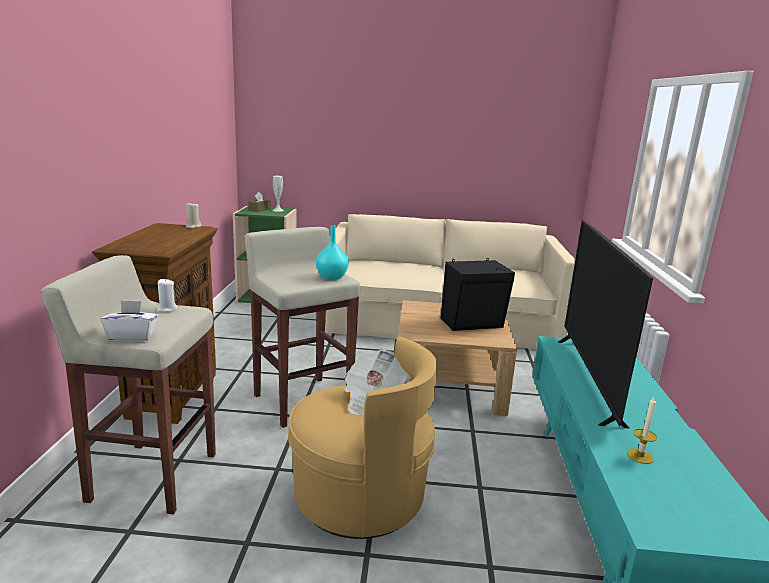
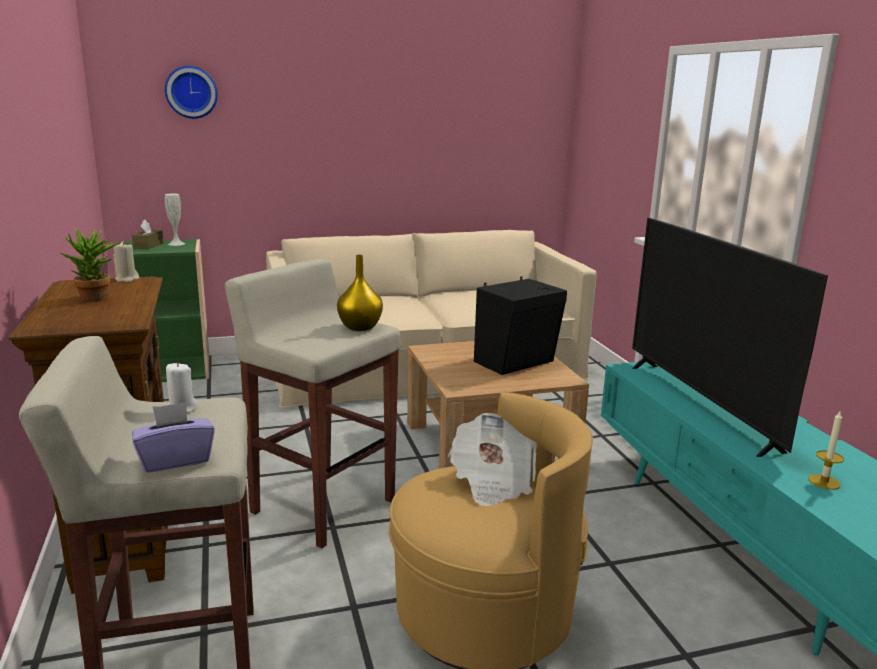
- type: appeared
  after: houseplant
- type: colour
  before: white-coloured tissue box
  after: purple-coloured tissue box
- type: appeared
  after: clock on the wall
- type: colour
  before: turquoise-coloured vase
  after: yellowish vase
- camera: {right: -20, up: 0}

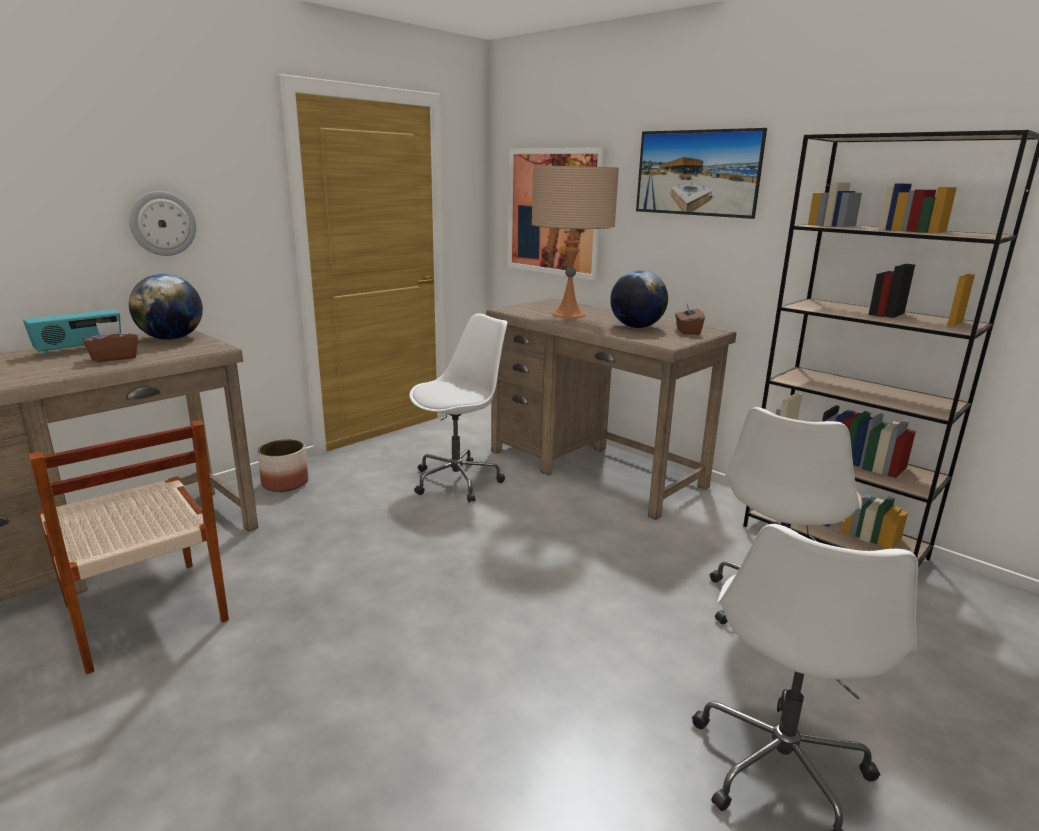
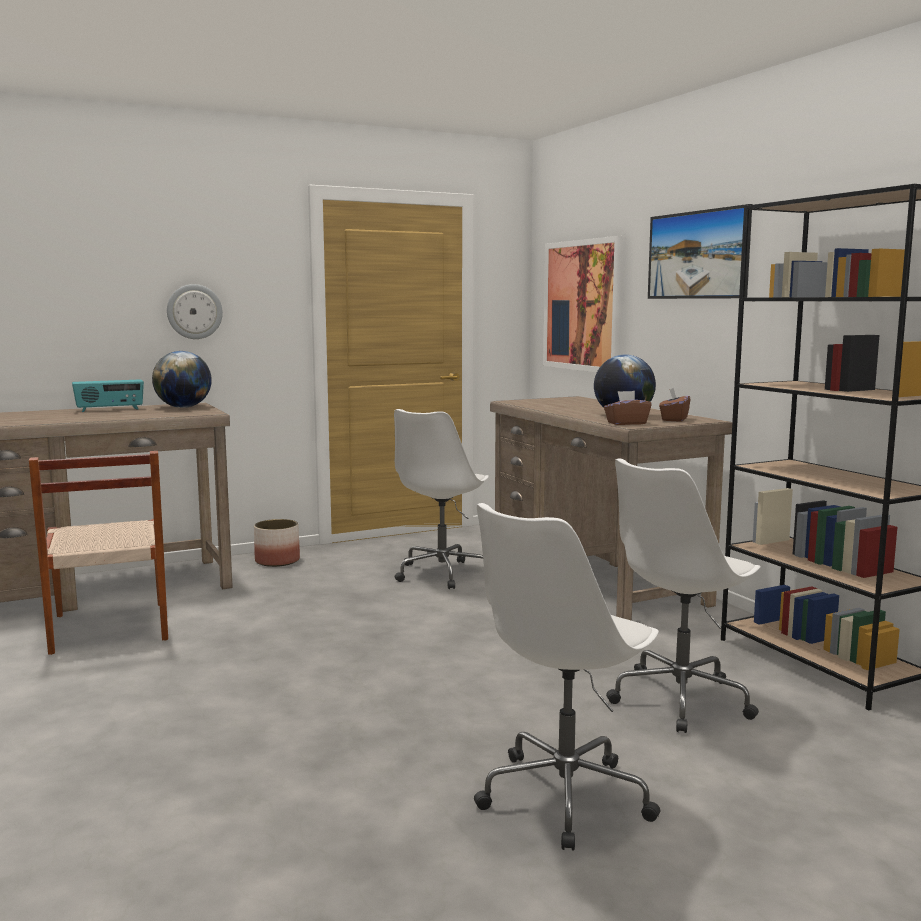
- type: spun
  before: white-coloured computer chair (no. 1 from left)
  turn: 135
- type: relocated
  before: brown tissue box (no. 1 from left)
- type: missing
  before: sand-coloured tabletop lamp
- camera: {right: 20, up: -10}

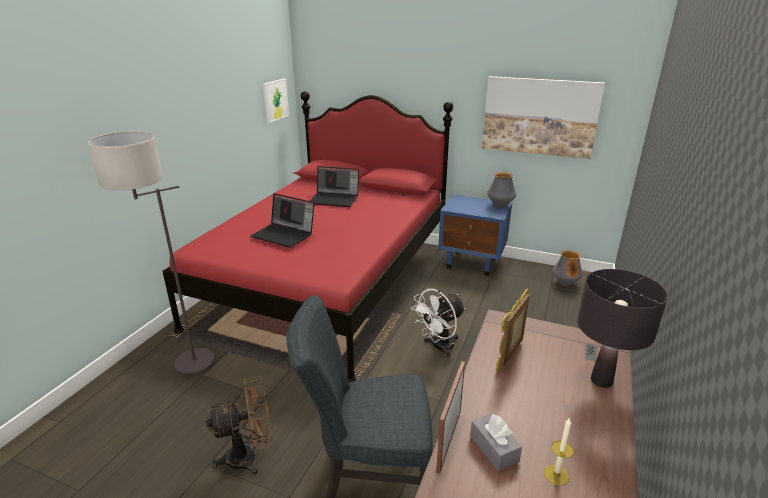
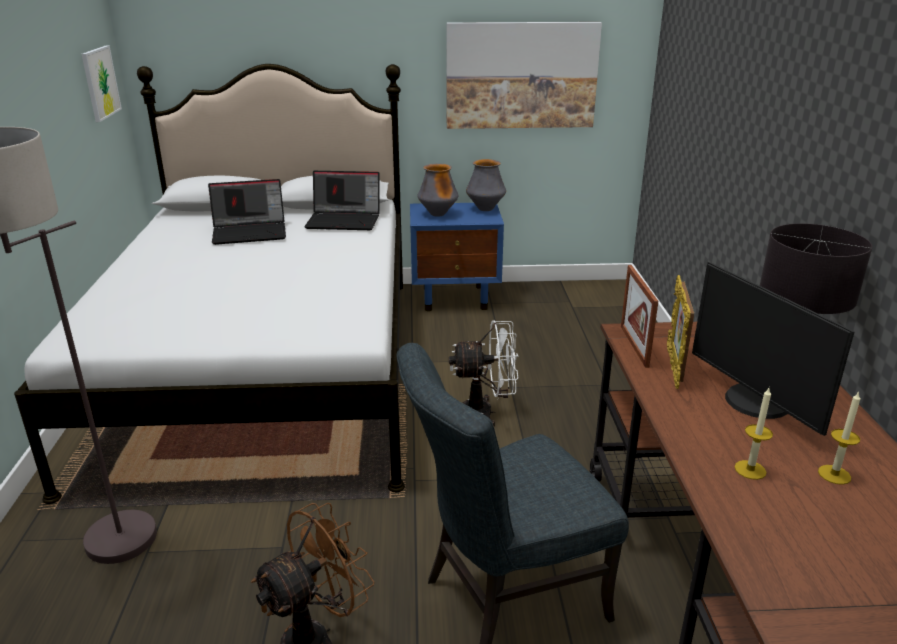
- type: colour
  before: red-coloured bed
  after: white-coloured bed
- type: relocated
  before: portable computer (no. 1 from left in the first image)
  after: portable computer (no. 2 from left)
- type: relocated
  before: vase (no. 2 from left in the first image)
  after: vase (no. 1 from left)
- type: spun
  before: white-coloured cooling fan
  turn: -120
- type: relocated
  before: picture frame (no. 1 from left)
- type: appeared
  after: monitor
- type: exchanged
  before: grey tissue box
  after: wax candle (no. 1 from left)
- camera: {right: -25, up: 0}

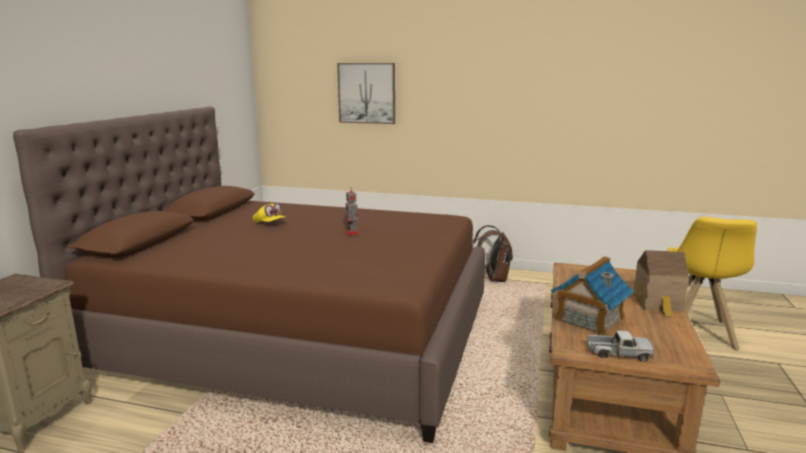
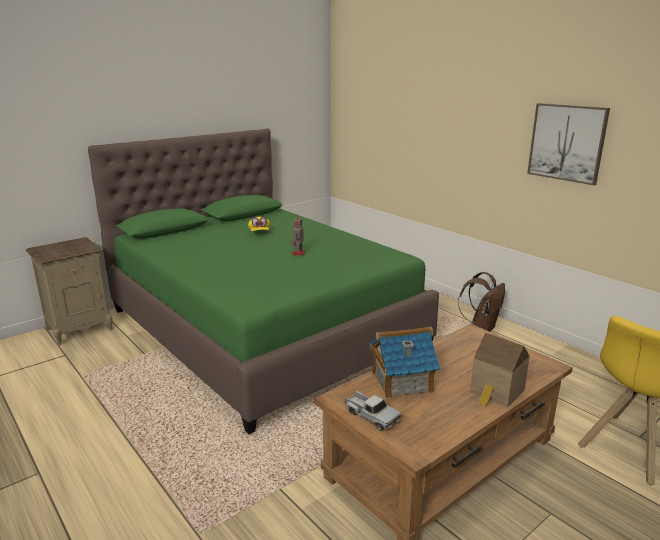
- type: colour
  before: brown bed
  after: green-coloured bed
- type: relocated
  before: wall picture
- camera: {right: 35, up: 5}

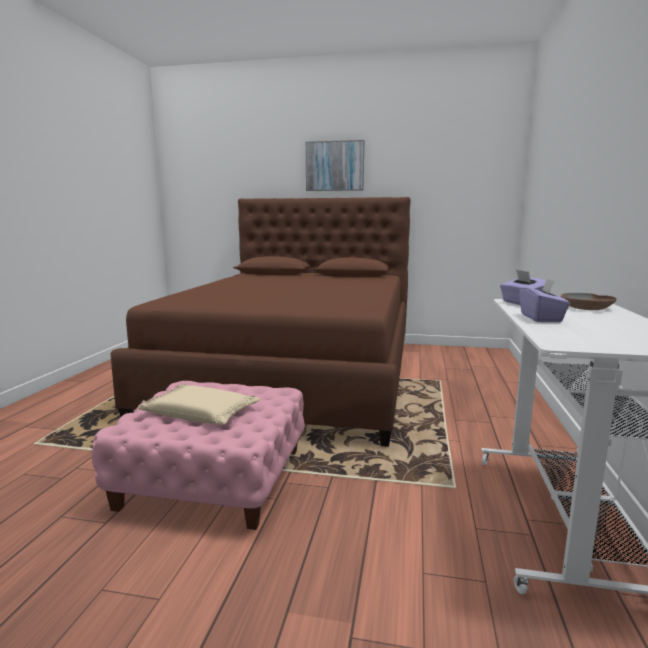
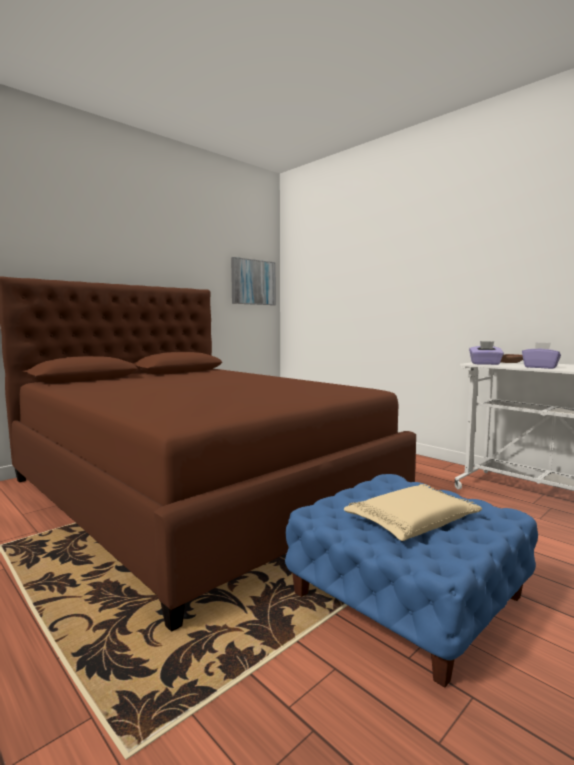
- type: relocated
  before: wall picture
- type: colour
  before: pink-coloured ottoman
  after: blue ottoman
- camera: {right: -55, up: -5}

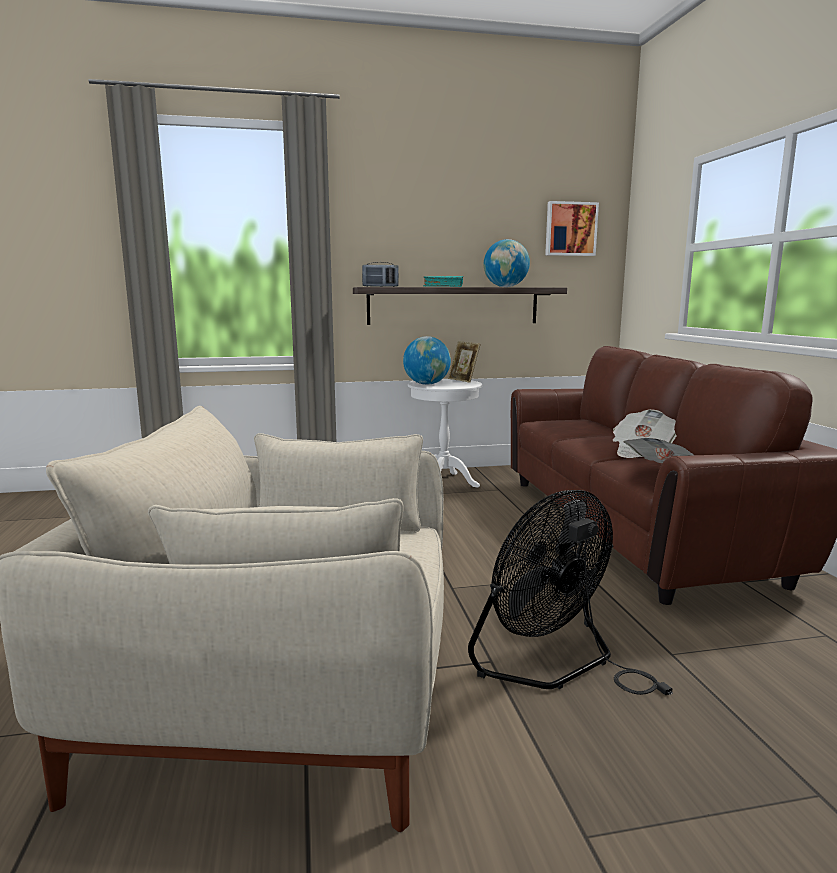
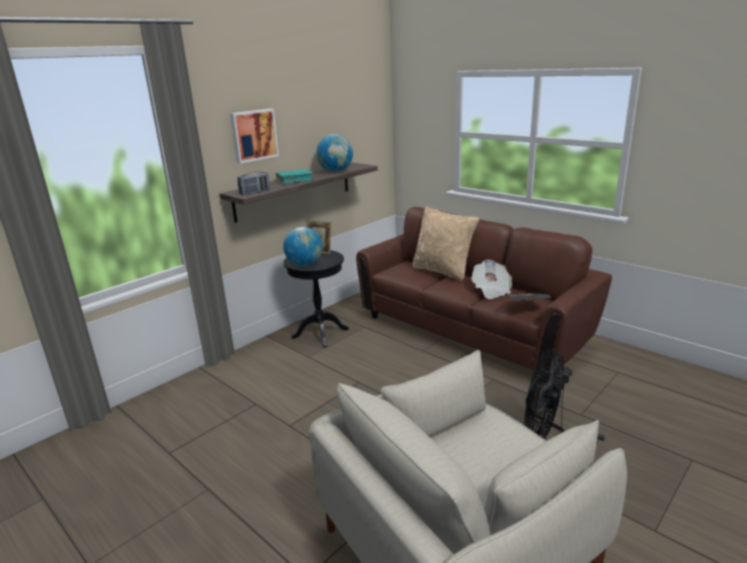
- type: relocated
  before: wall picture
- type: colour
  before: white-coloured end table
  after: black end table
- type: appeared
  after: sand-coloured throw pillow
- camera: {right: -35, up: 10}

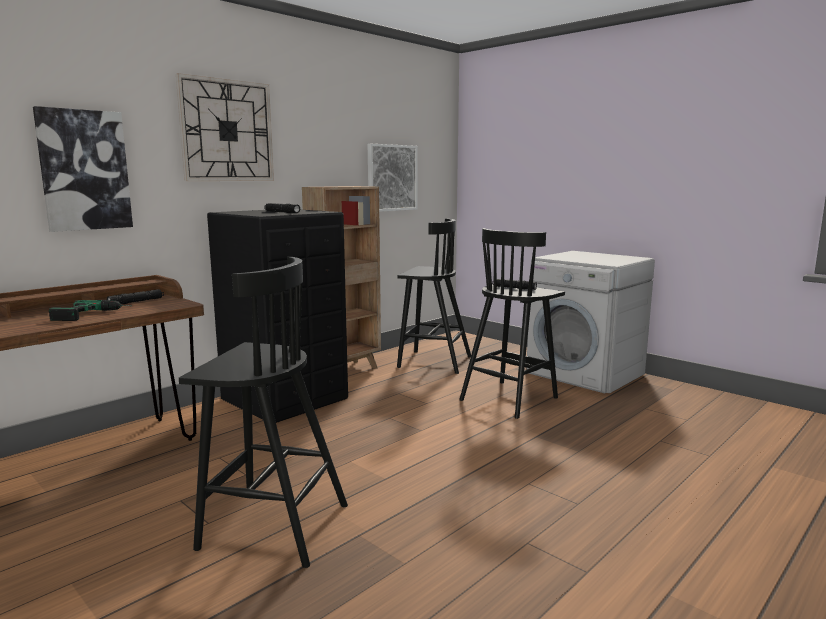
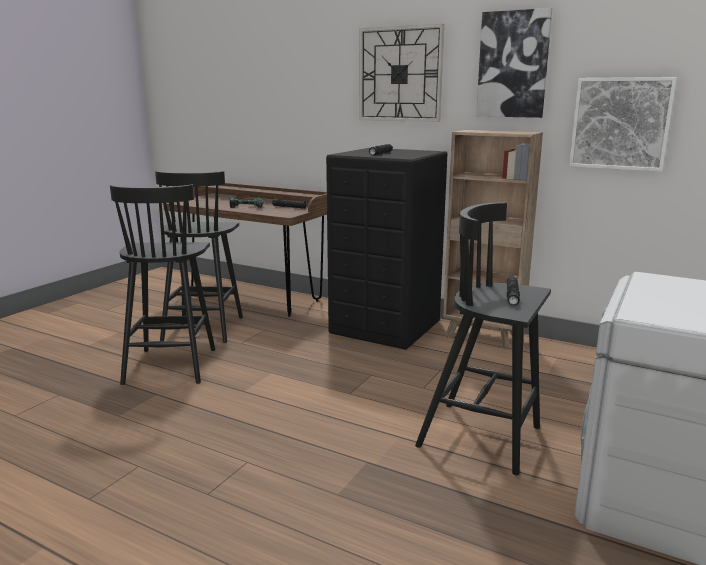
- type: relocated
  before: black sitting stool (no. 2 from left)
- type: relocated
  before: wall picture (no. 1 from left)
- camera: {right: 75, up: 5}

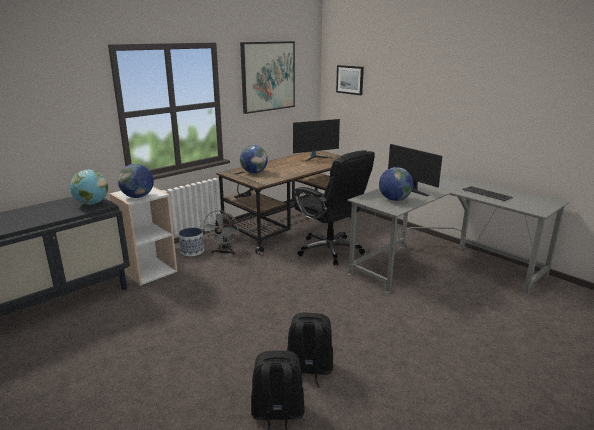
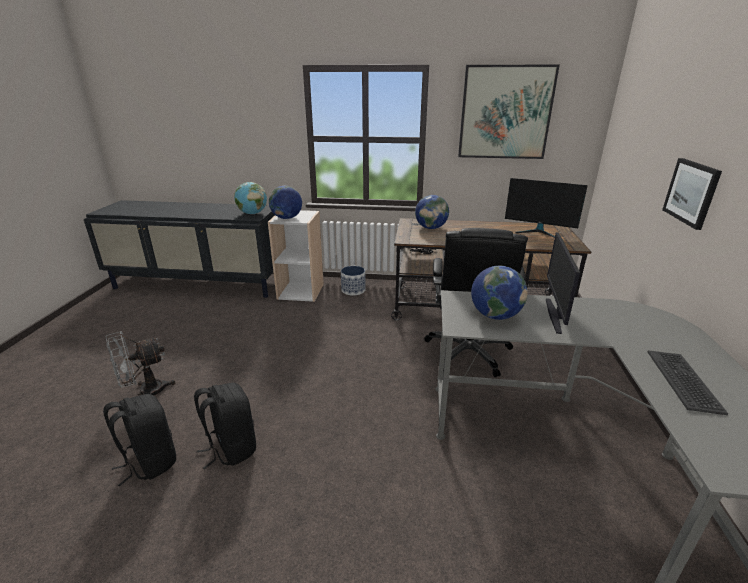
- type: relocated
  before: grey cooling fan
- type: relocated
  before: wall picture (no. 2 from left)
- camera: {right: 50, up: 5}

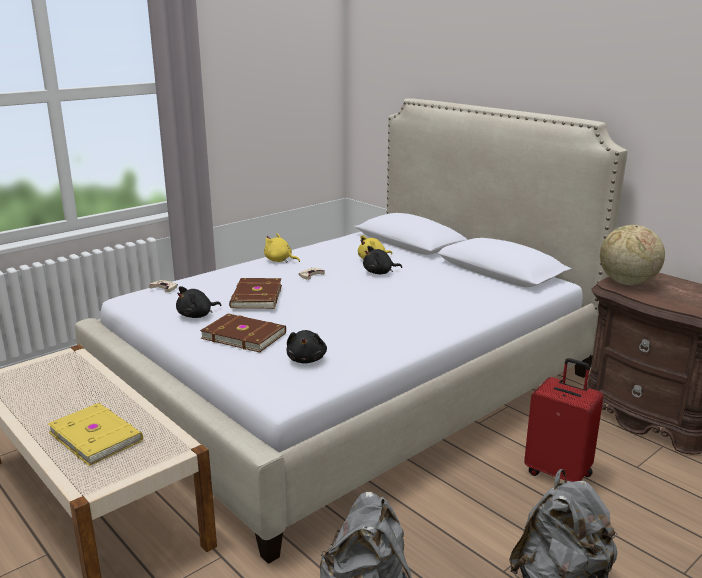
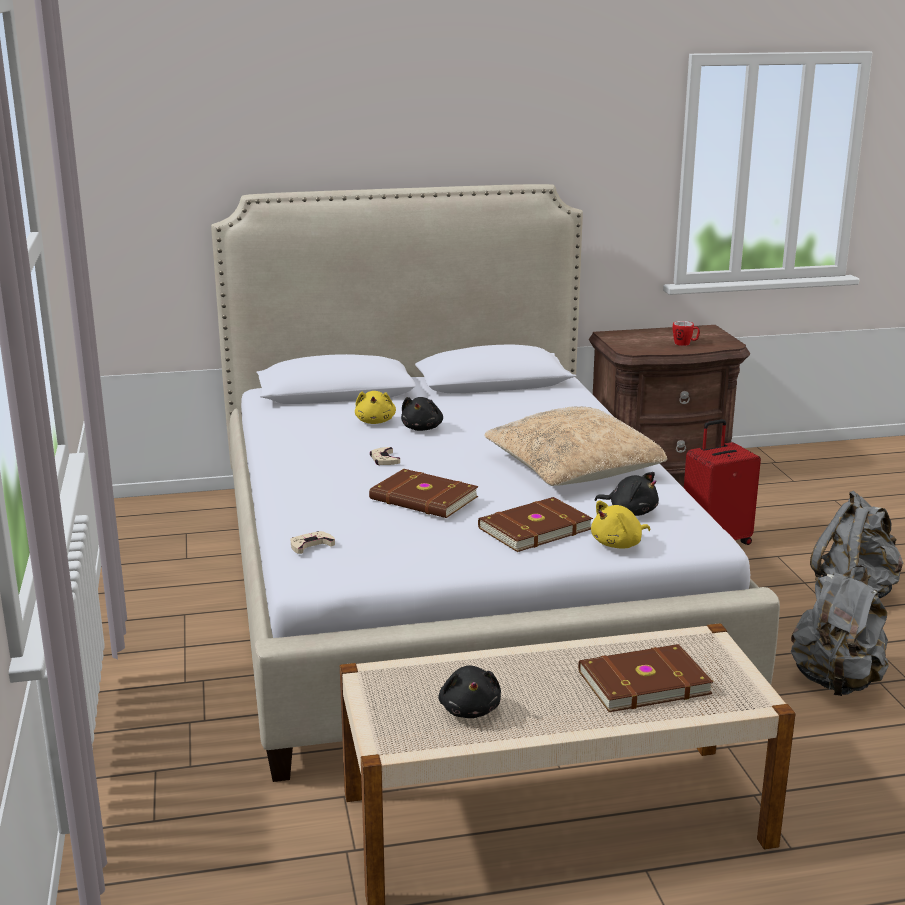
- type: relocated
  before: black cuddly toy (no. 1 from left in the first image)
  after: black cuddly toy (no. 2 from left)
- type: appeared
  after: sand-coloured throw pillow
- type: colour
  before: yellowish bound book
  after: brown bound book (no. 3 from left)
- type: relocated
  before: yellowish cuddly toy (no. 1 from left in the first image)
  after: yellowish cuddly toy (no. 2 from left)
- type: appeared
  after: mug
- type: missing
  before: desk globe
- camera: {right: -60, up: 0}

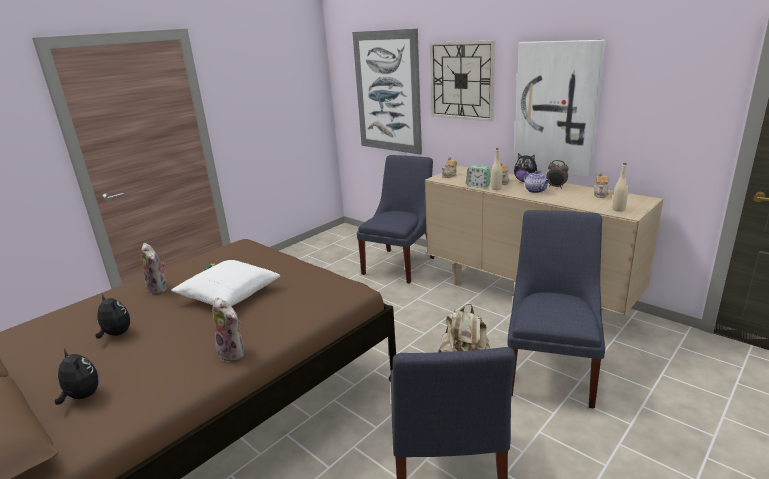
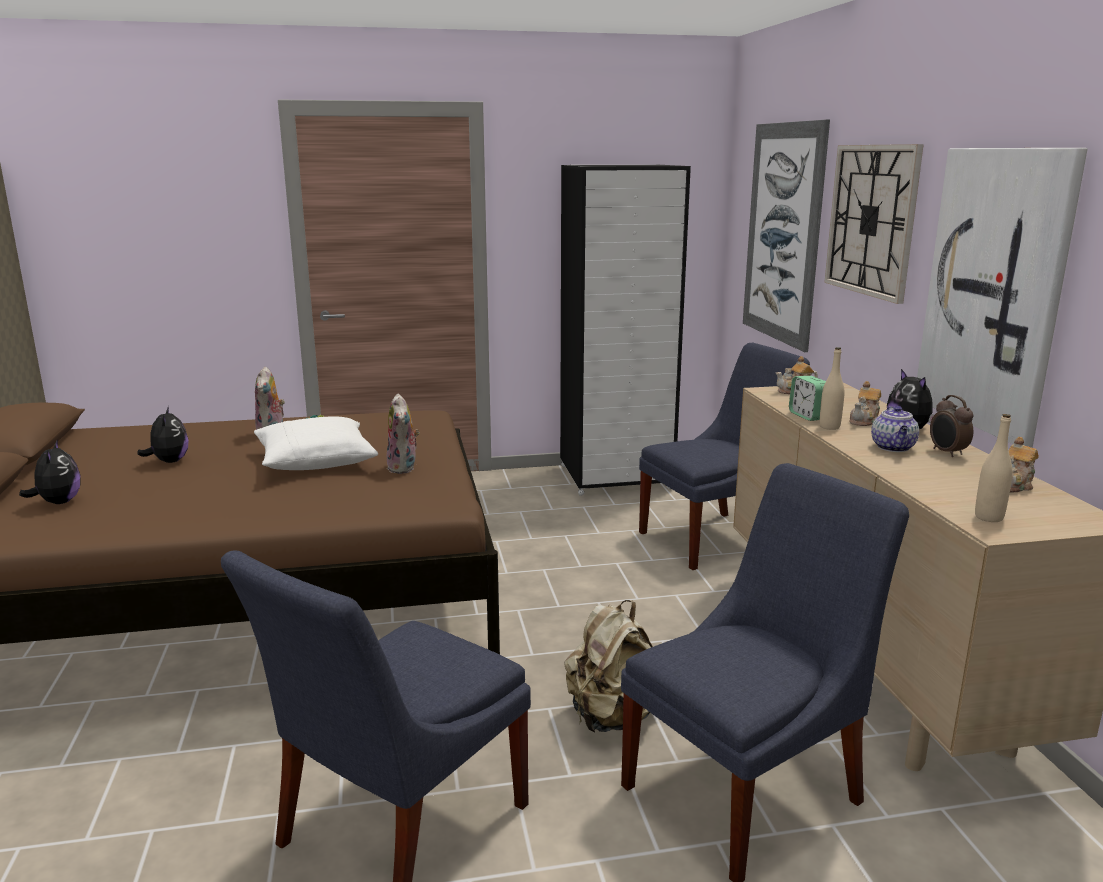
- type: relocated
  before: cuddly toy (no. 4 from left)
- type: appeared
  after: clothes cupboard
- camera: {right: 35, up: -5}

